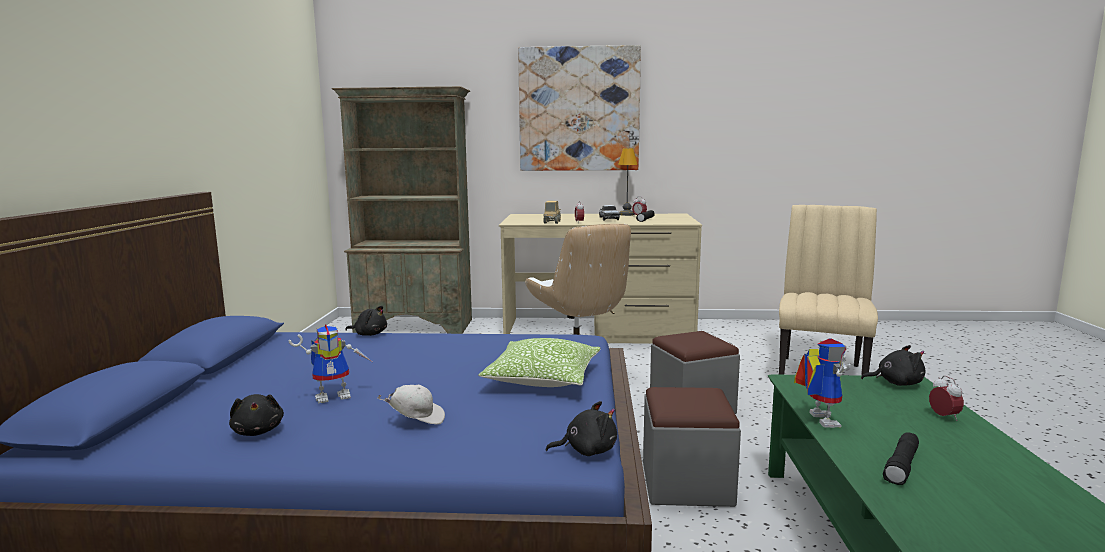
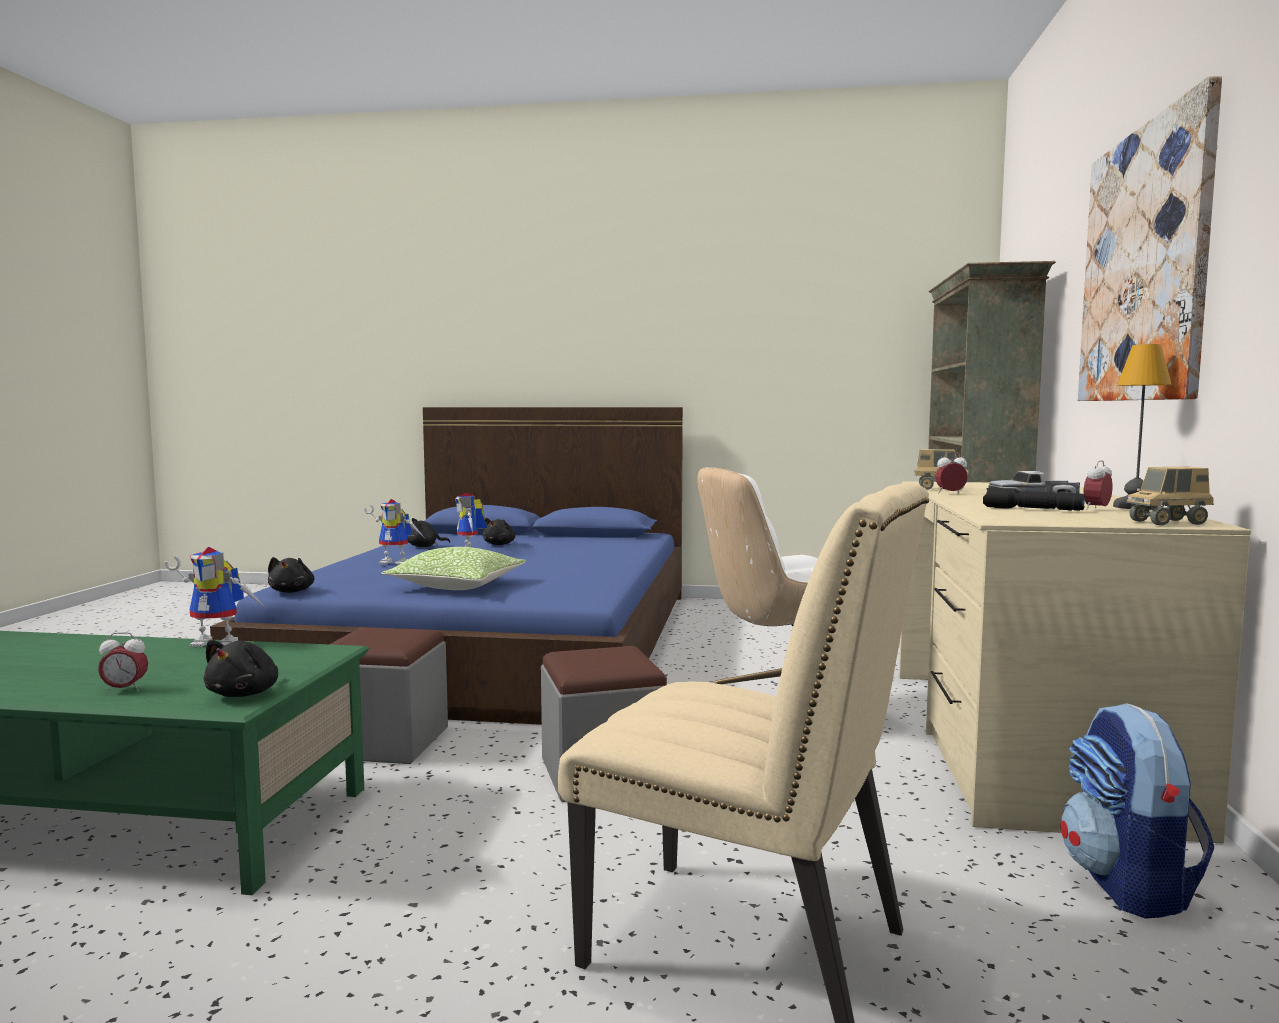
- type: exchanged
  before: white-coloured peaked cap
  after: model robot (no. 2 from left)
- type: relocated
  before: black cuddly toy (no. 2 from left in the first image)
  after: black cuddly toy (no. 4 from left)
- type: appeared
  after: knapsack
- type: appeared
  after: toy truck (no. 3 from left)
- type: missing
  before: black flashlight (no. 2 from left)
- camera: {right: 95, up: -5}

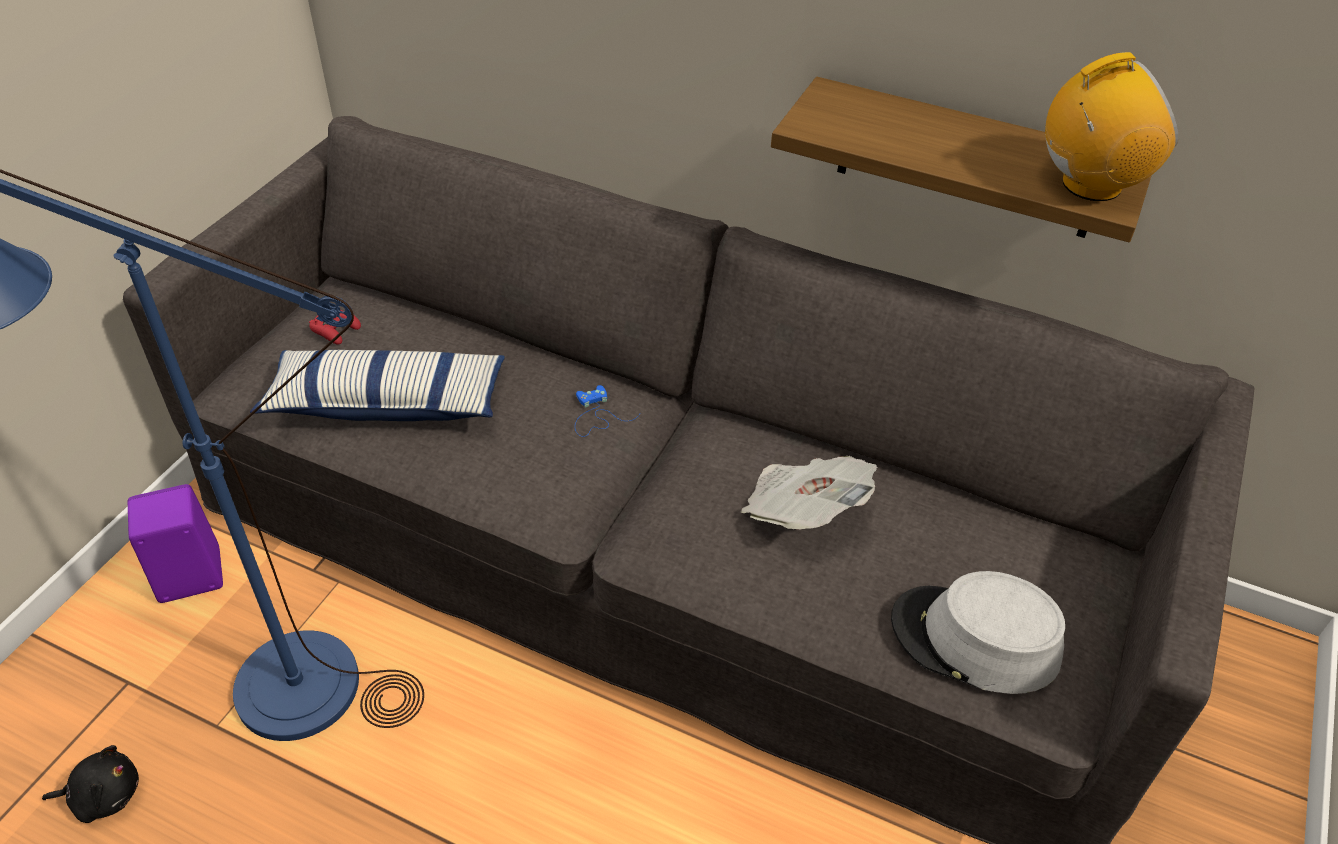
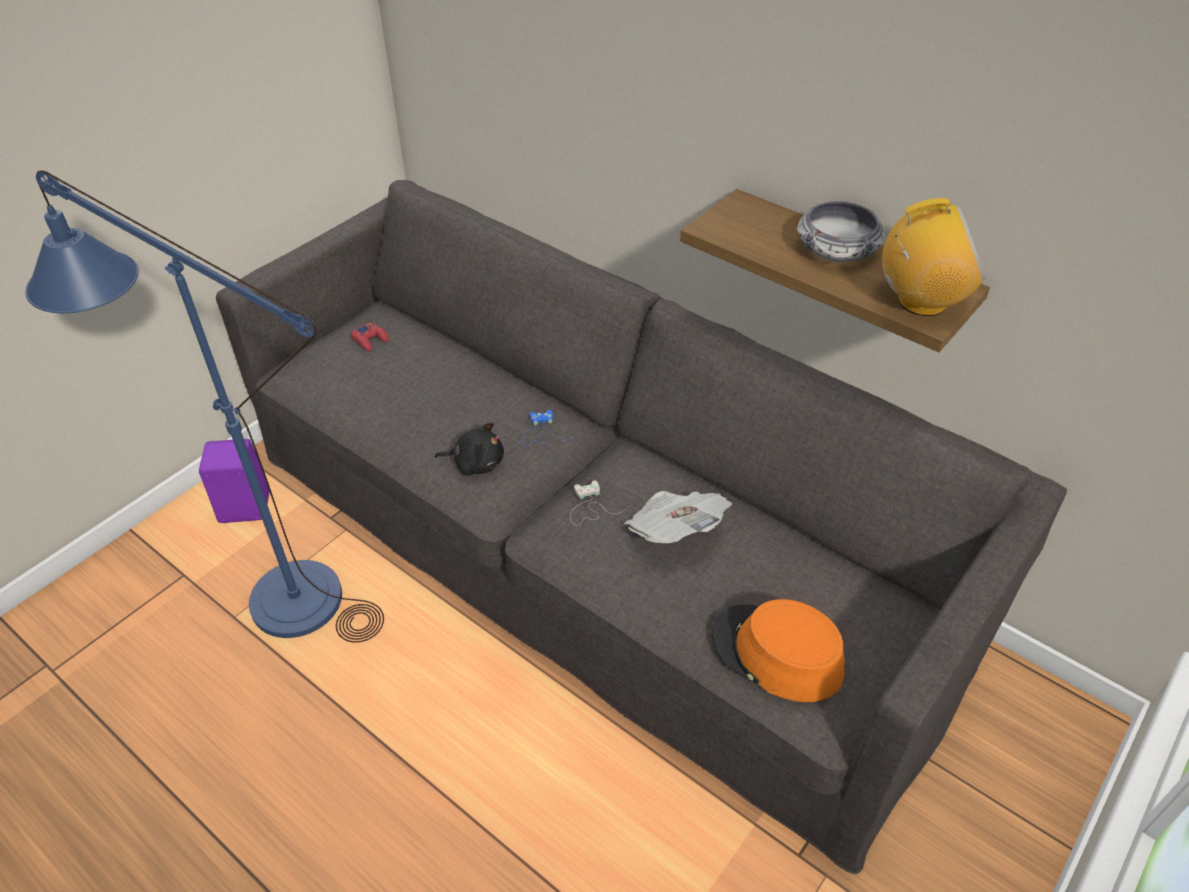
- type: relocated
  before: black cuddly toy
- type: appeared
  after: white-coloured game controller
- type: colour
  before: grey wearable hat
  after: orange wearable hat
- type: appeared
  after: serving bowl
- type: missing
  before: throw pillow
- camera: {right: 15, up: 0}

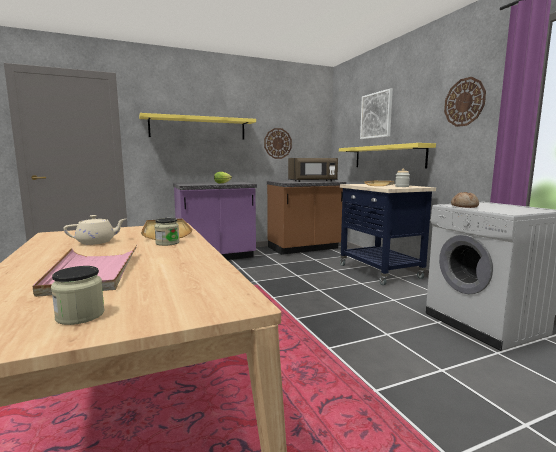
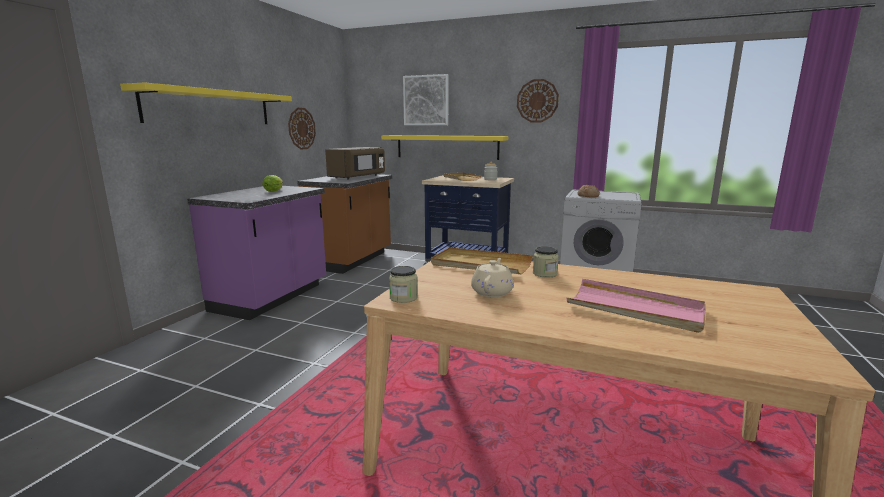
- type: relocated
  before: preserve jar (no. 1 from left)
- camera: {right: -45, up: 5}

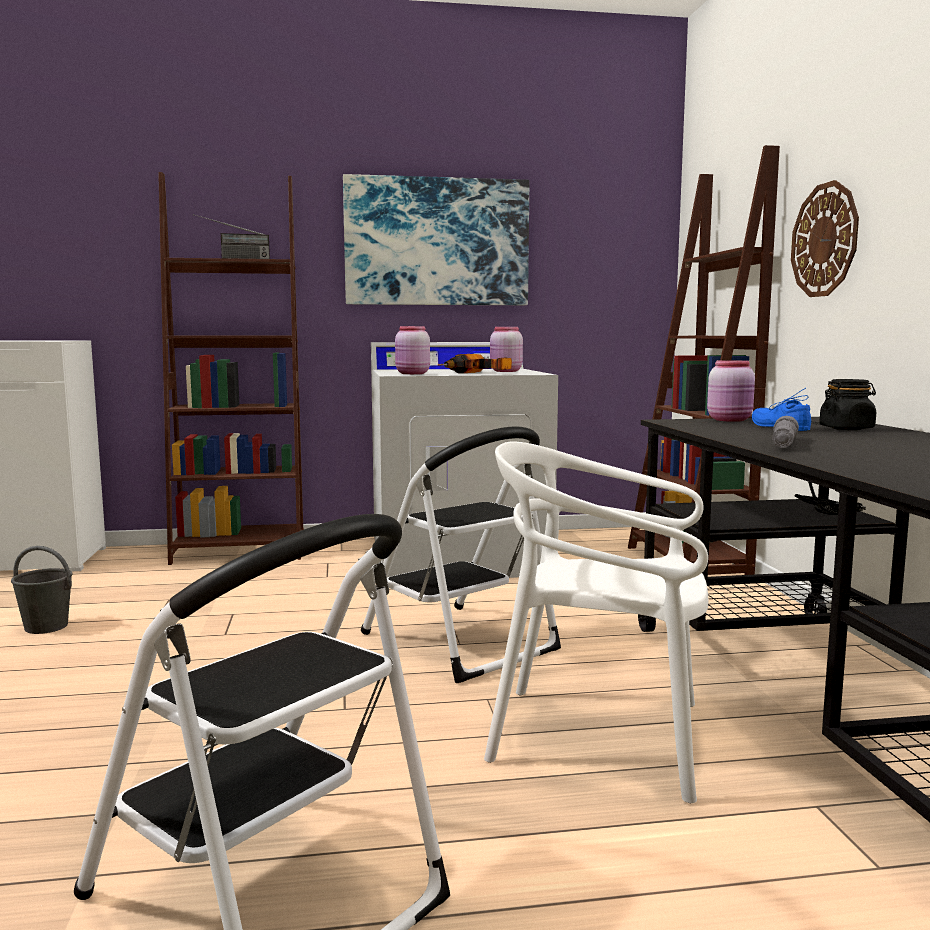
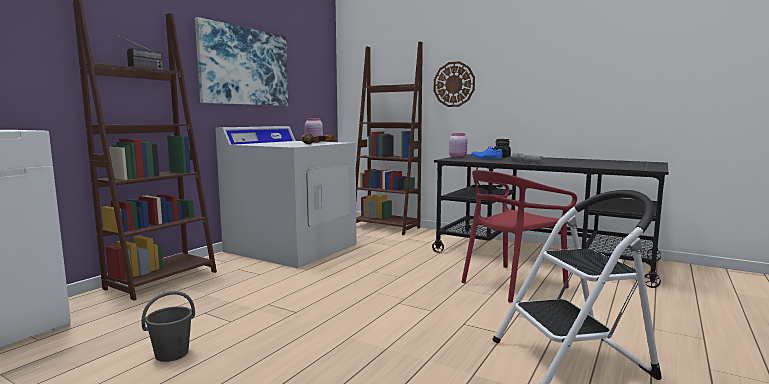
- type: colour
  before: white-coloured upright chair
  after: red-coloured upright chair
- type: missing
  before: step stool (no. 2 from left)
- type: missing
  before: pink-coloured preserve jar (no. 1 from left)
- camera: {right: -50, up: 0}

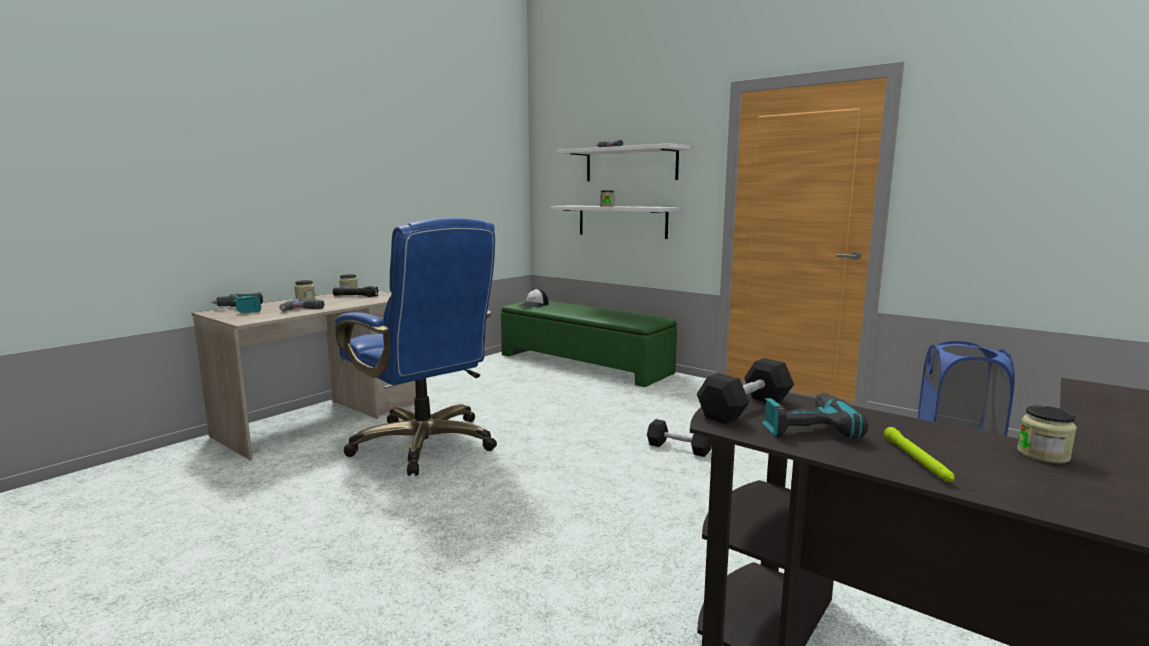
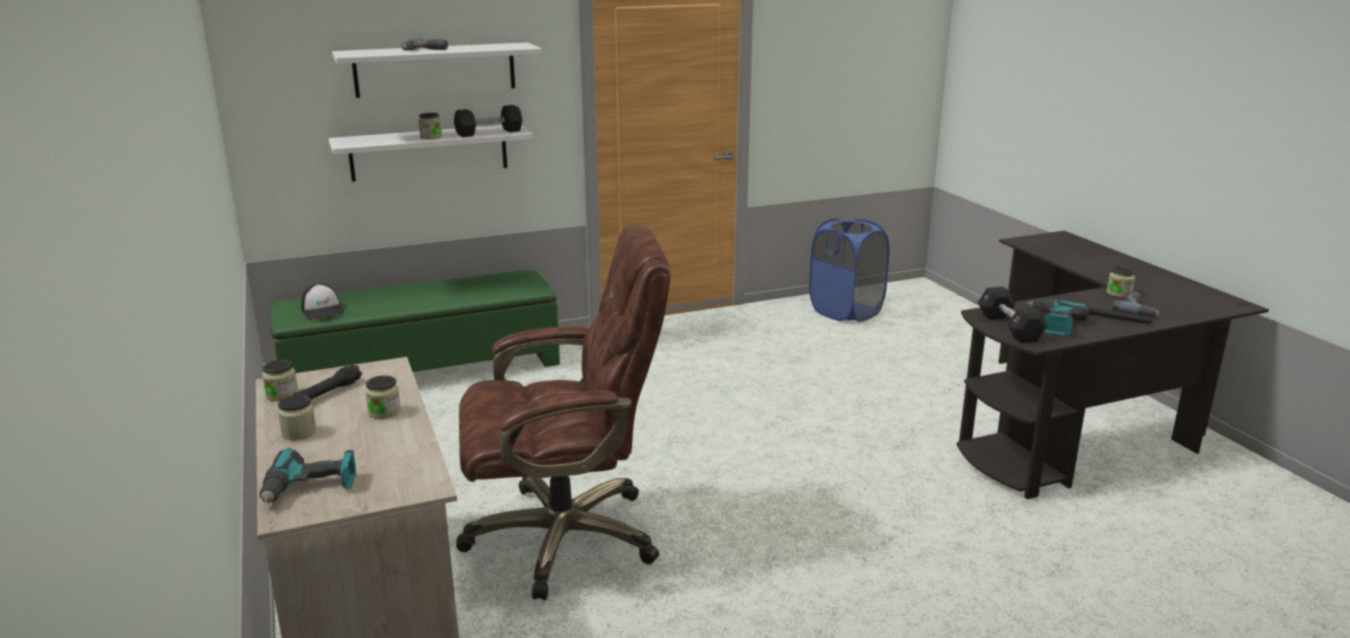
- type: appeared
  after: preserve jar (no. 3 from left)
- type: relocated
  before: black dumbbell (no. 1 from left)
- type: colour
  before: blue computer chair
  after: brown computer chair
- type: colour
  before: green-coloured flashlight
  after: black flashlight (no. 2 from left)
- type: relocated
  before: electric drill (no. 2 from left in the first image)
  after: electric drill (no. 4 from left)
- camera: {right: -60, up: 10}

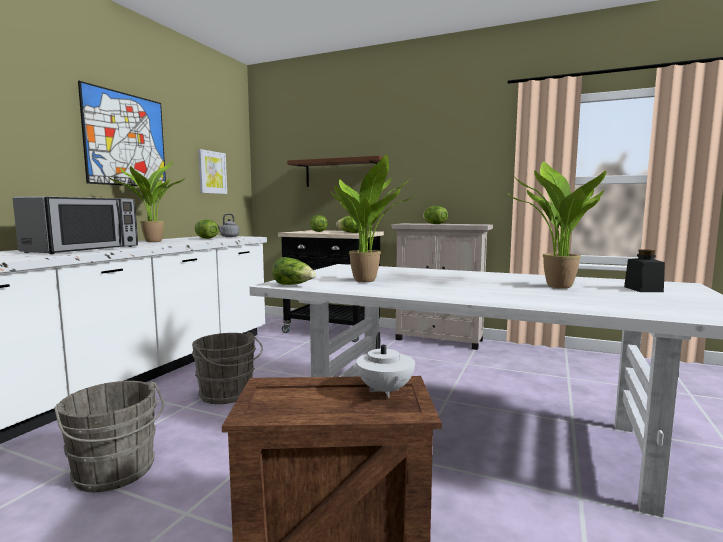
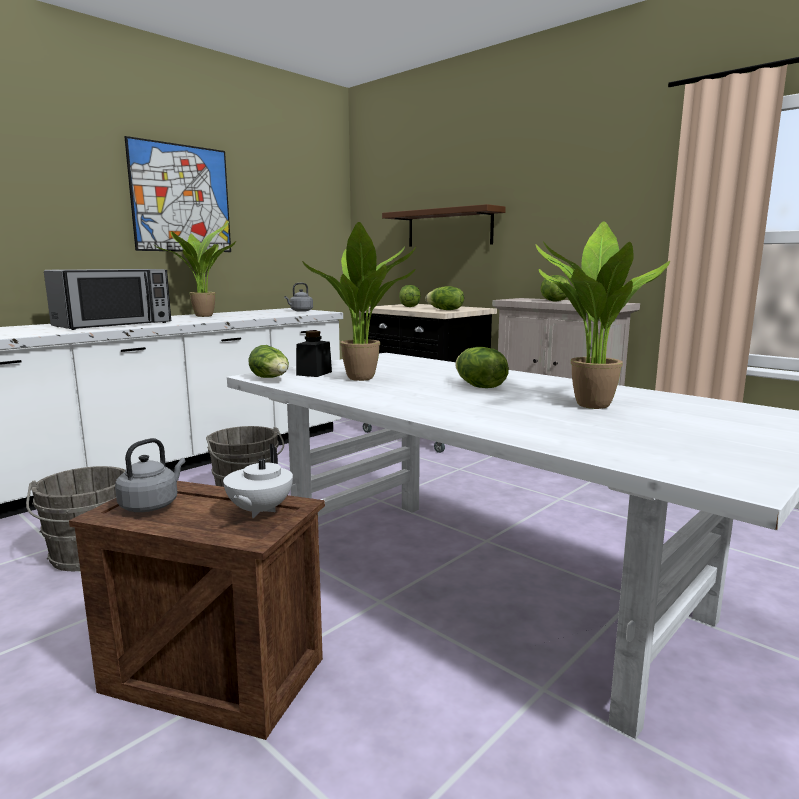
- type: appeared
  after: grey tea kettle (no. 1 from left)
- type: relocated
  before: black preserve jar
- type: relocated
  before: head of lettuce (no. 1 from left in the first image)
  after: head of lettuce (no. 4 from left)
- type: missing
  before: wall picture (no. 2 from left)
- camera: {right: 20, up: 5}

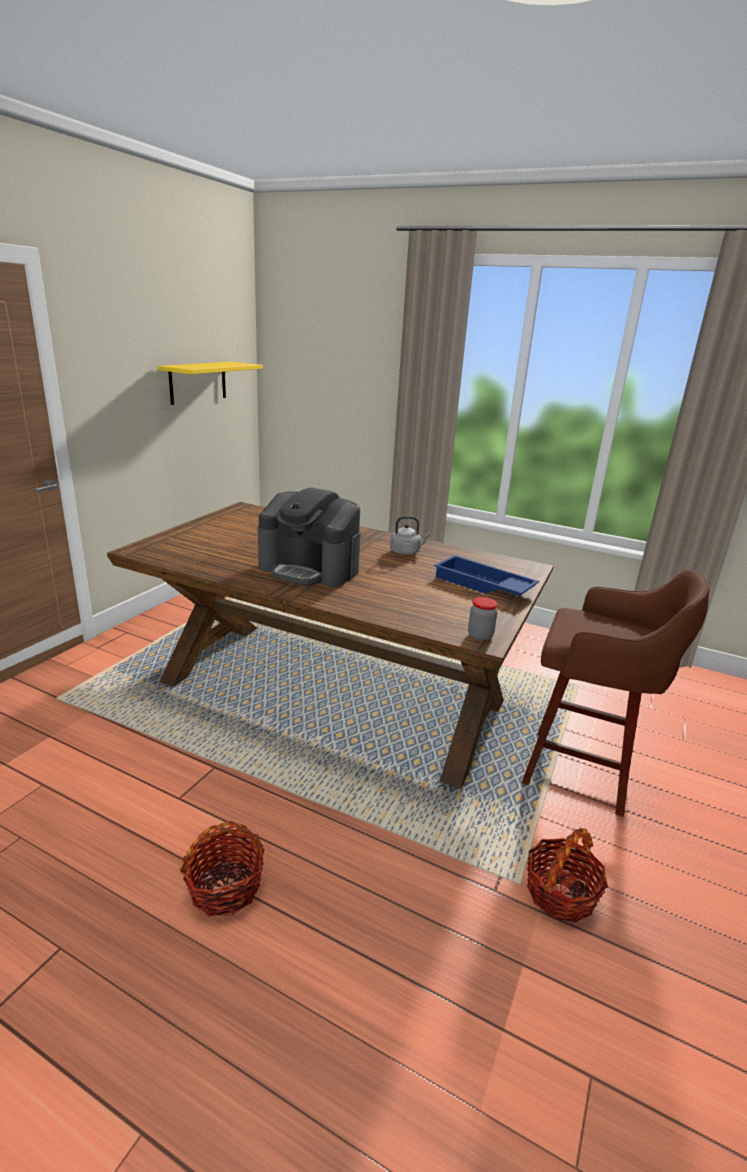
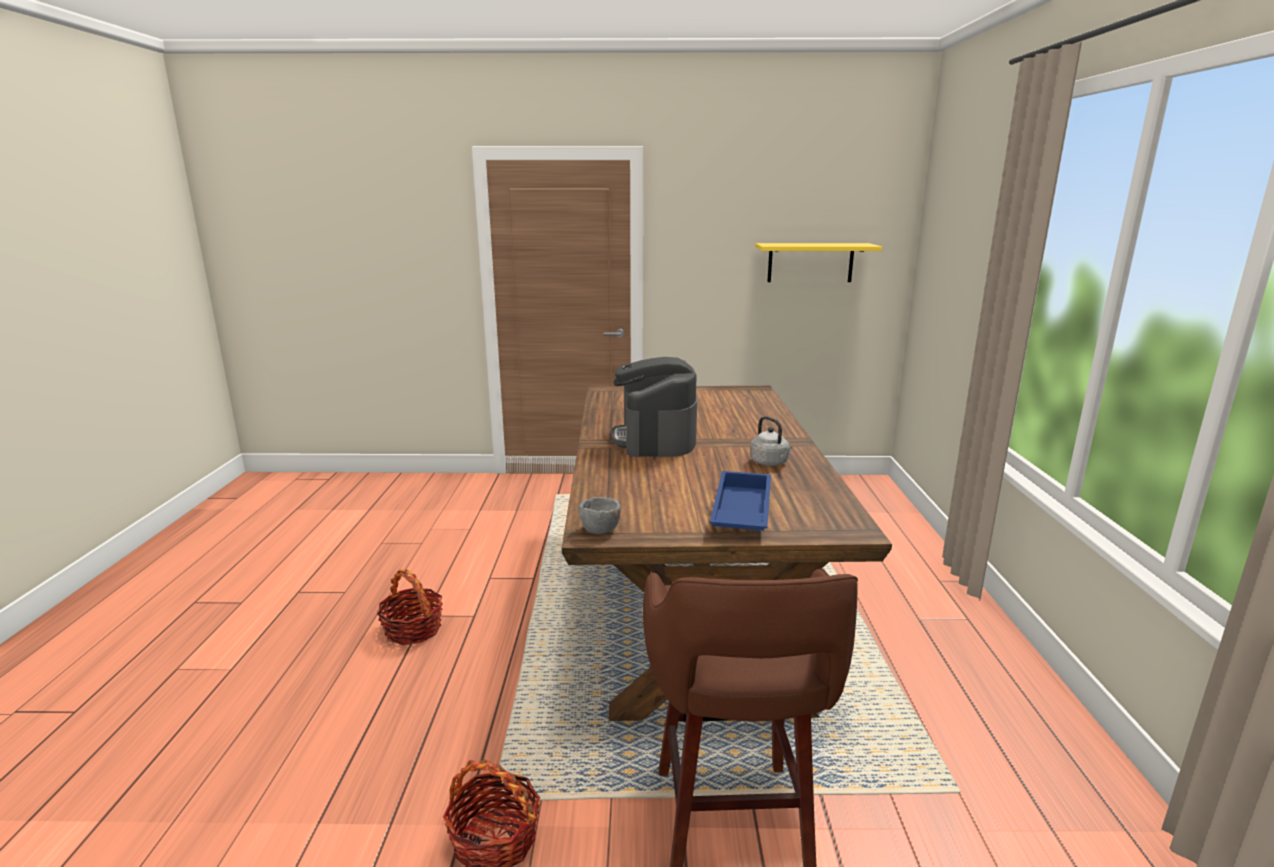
- type: exchanged
  before: preserve jar
  after: grey serving bowl
- camera: {right: 65, up: -5}

